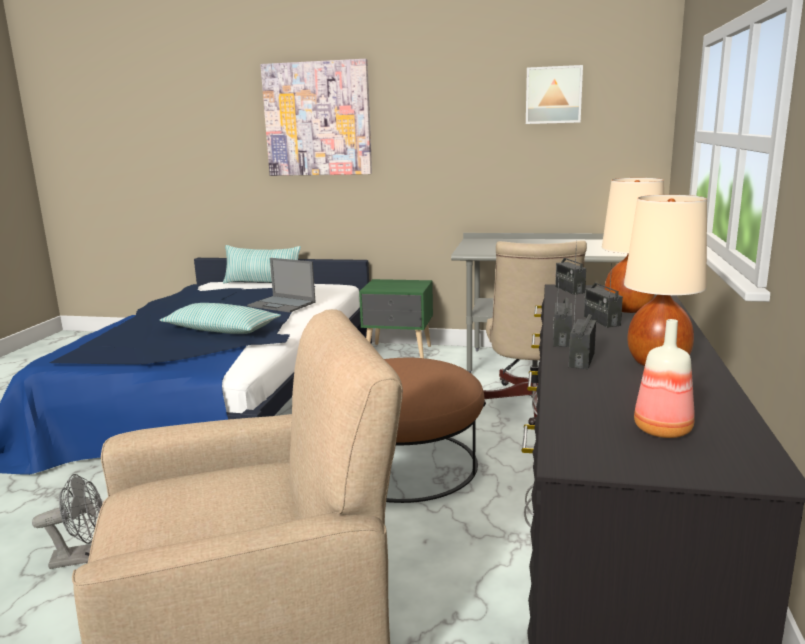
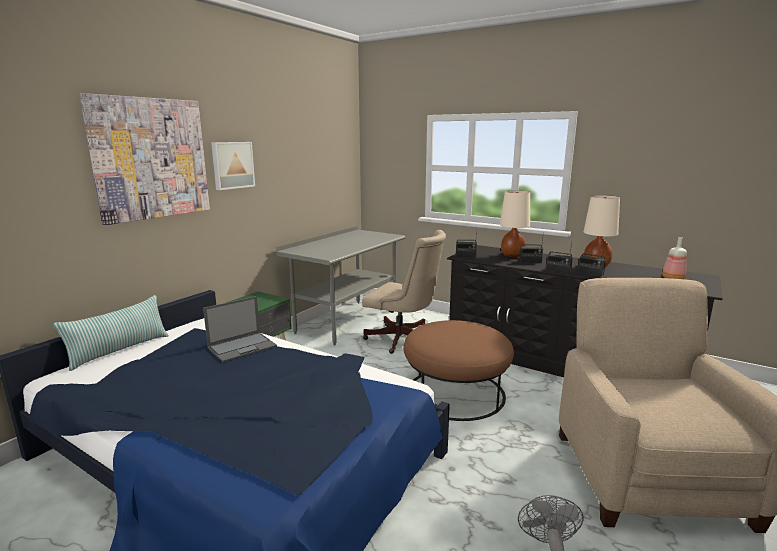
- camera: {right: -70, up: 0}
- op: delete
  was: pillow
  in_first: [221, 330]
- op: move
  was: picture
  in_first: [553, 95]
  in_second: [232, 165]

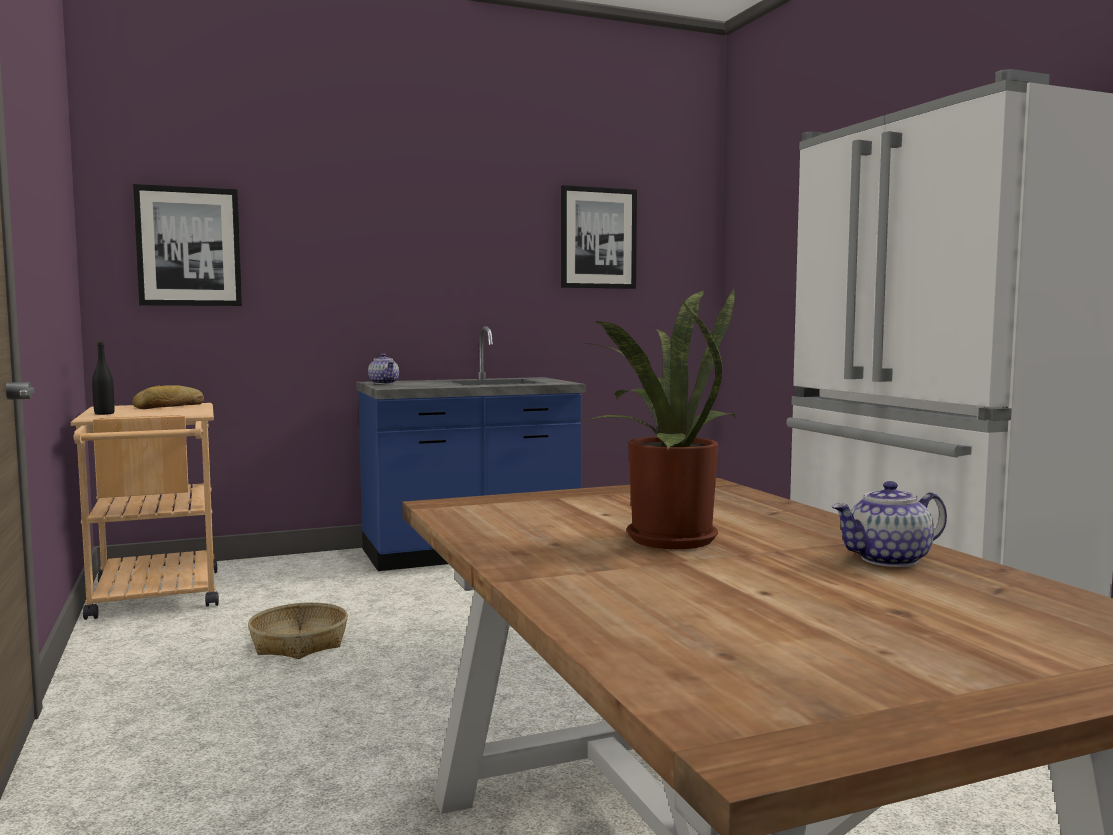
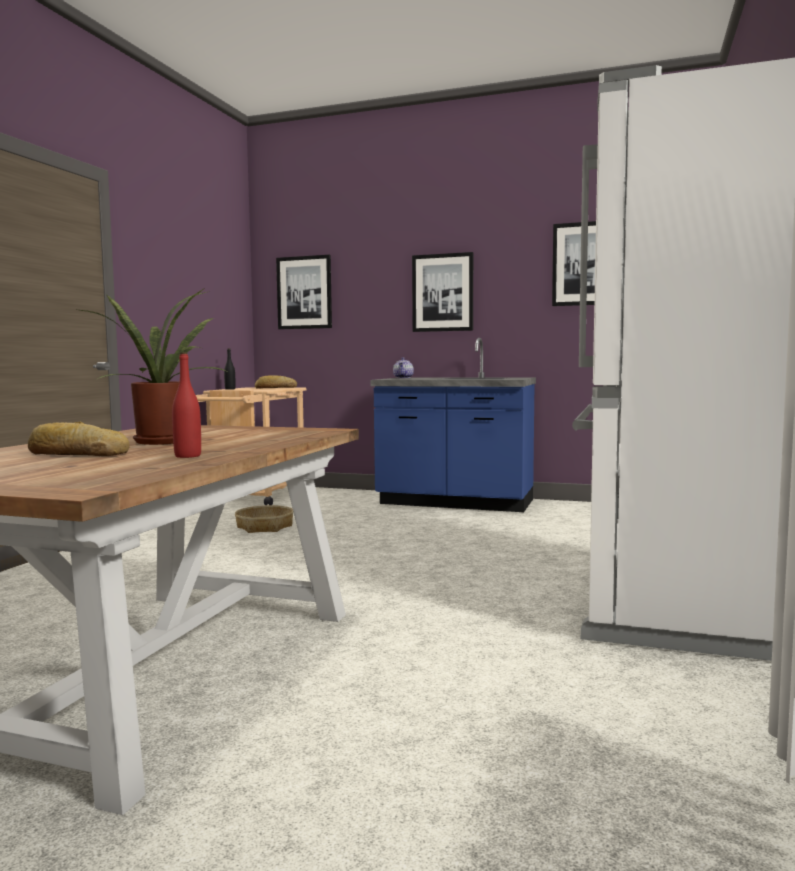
- camera: {right: 40, up: 0}
- op: replace
  was: teapot
  now: red bottle
  in_first: [888, 560]
  in_second: [188, 456]
- op: insert
  now: bread
  in_second: [77, 454]
- op: insert
  now: picture
  in_second: [442, 292]

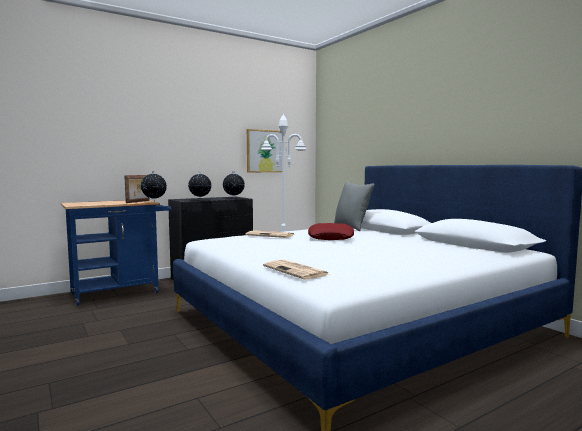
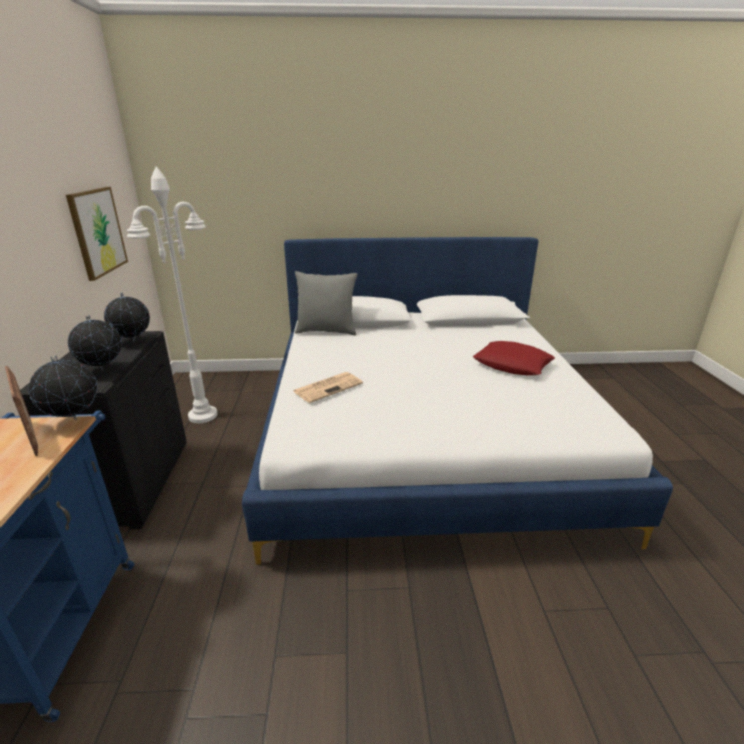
- camera: {right: -60, up: 20}
- op: delete
  was: newspaper
  in_first: [296, 270]
- op: move
  was: red pillow
  in_first: [331, 237]
  in_second: [512, 364]

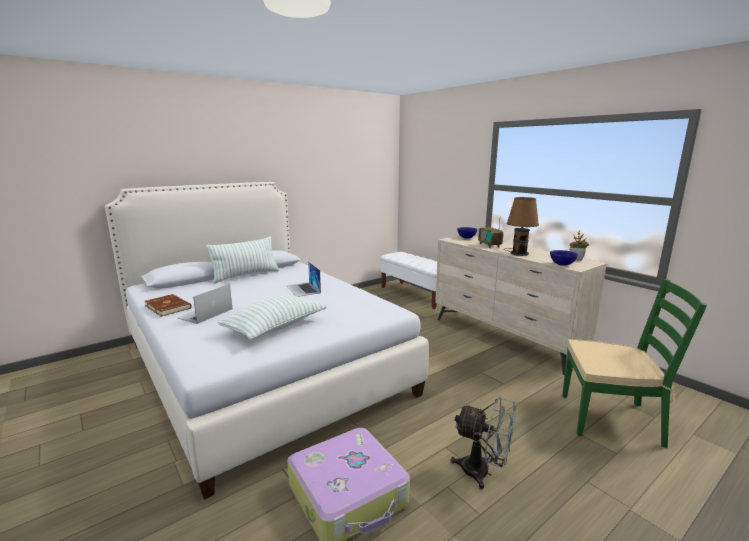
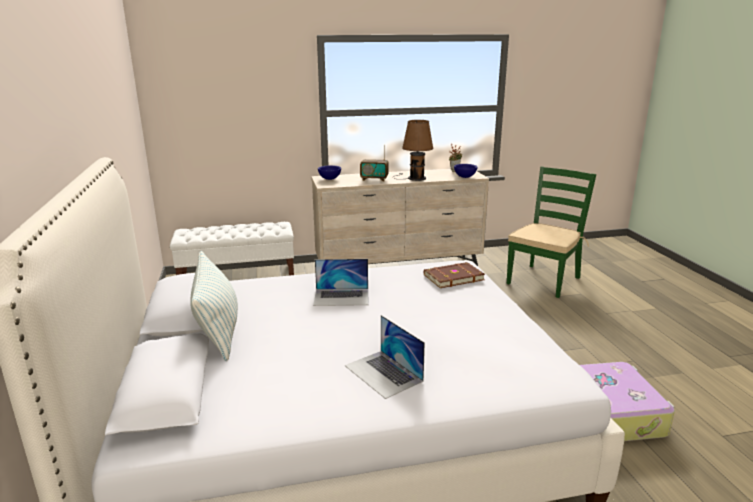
- camera: {right: -65, up: 5}
- op: move
  was: brown book
  in_first: [168, 307]
  in_second: [452, 277]
- op: delete
  was: pillow
  in_first: [275, 327]
- op: delete
  was: grey fan
  in_first: [483, 472]

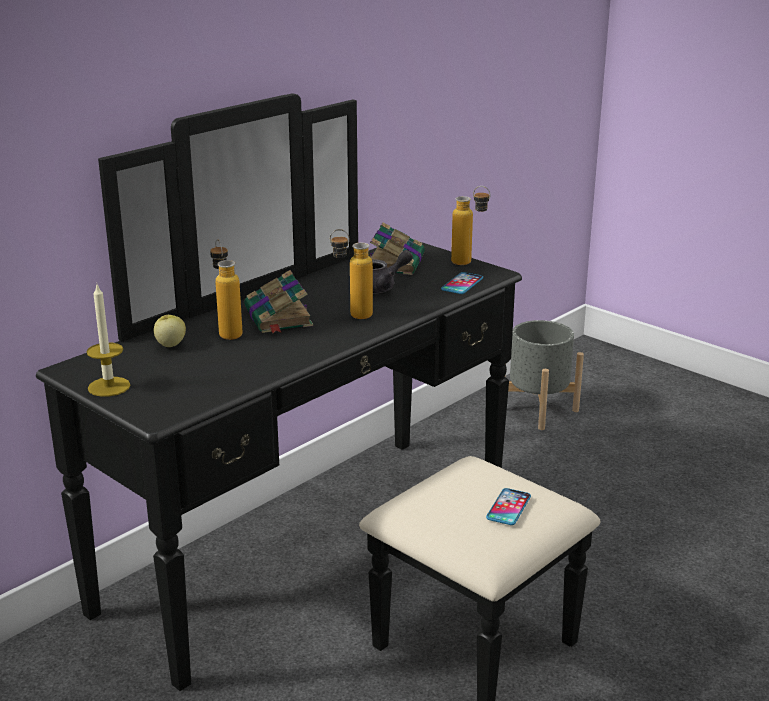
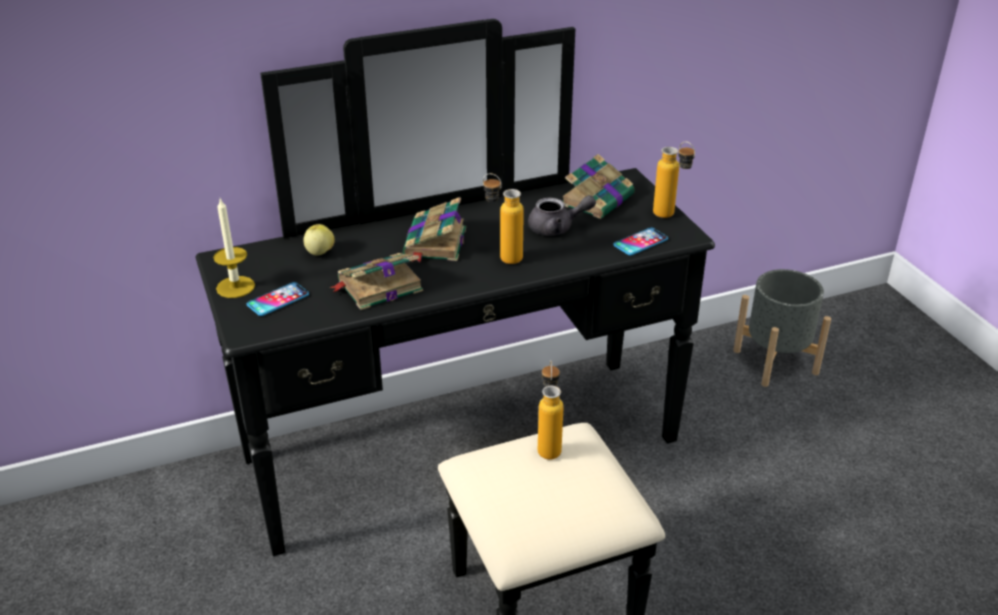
- camera: {right: 25, up: 10}
- op: move
  was: bottle
  in_first: [227, 332]
  in_second: [548, 445]
- op: move
  was: phone
  in_first: [508, 507]
  in_second: [278, 300]
- op: insert
  now: book
  in_second: [378, 287]

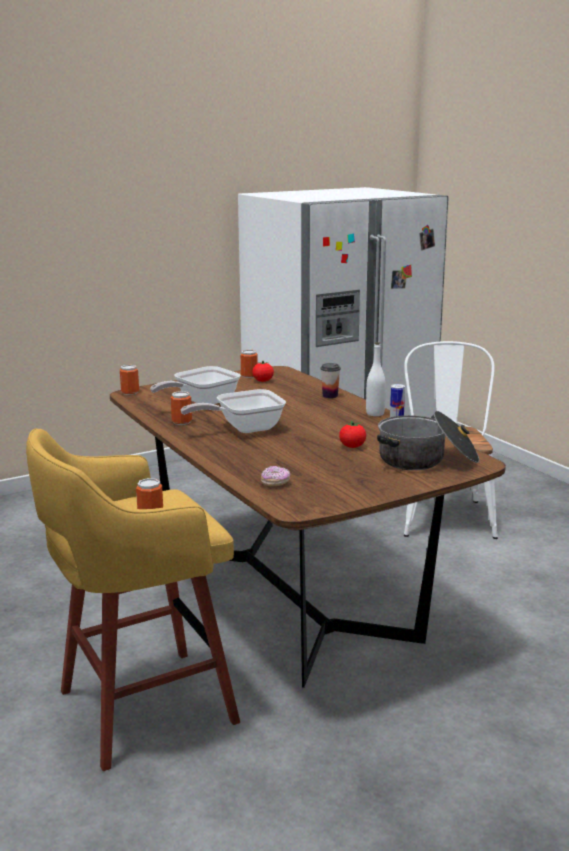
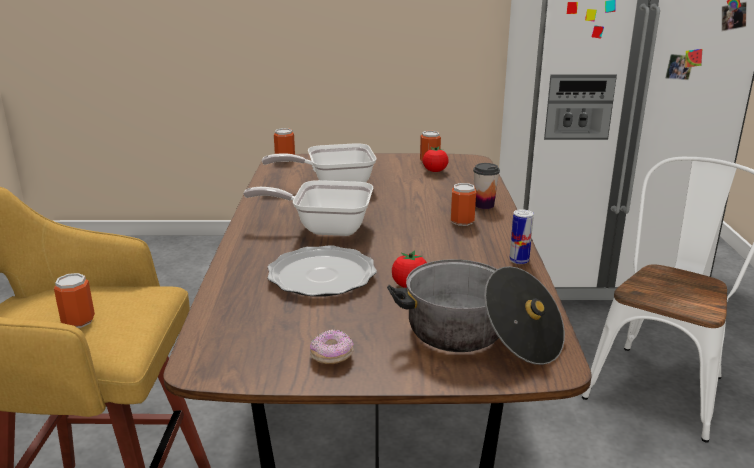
- camera: {right: 30, up: 5}
- op: move
  was: can
  in_first: [181, 422]
  in_second: [462, 221]
- op: move
  was: donut
  in_first: [275, 483]
  in_second: [332, 356]
- op: delete
  was: white bottle
  in_first: [375, 413]
- op: insert
  now: plate
  in_second: [322, 275]

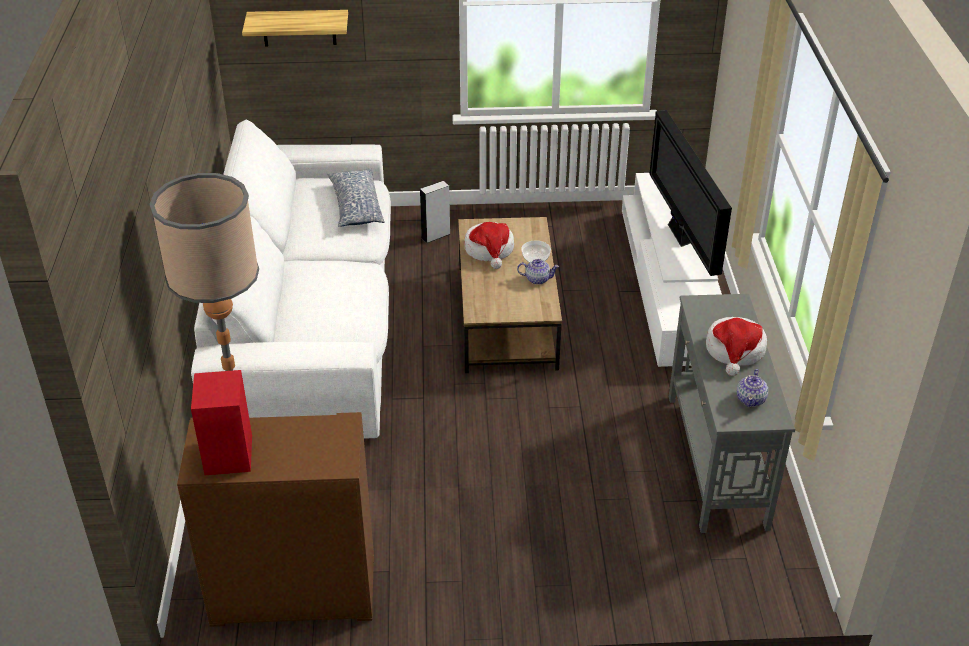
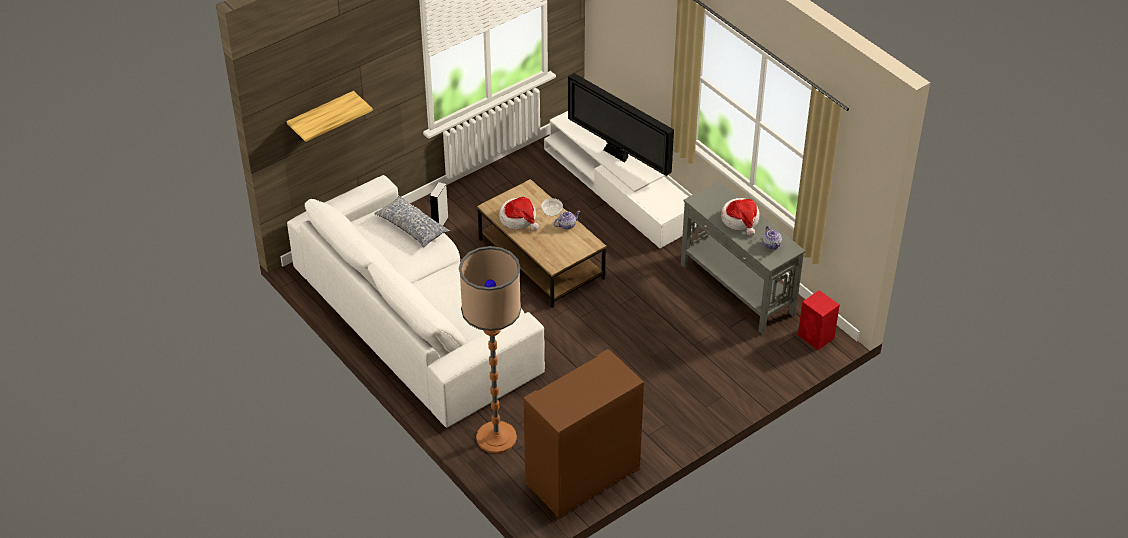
- camera: {right: -35, up: 5}
- op: move
  was: red speaker
  in_first: [228, 456]
  in_second: [816, 337]

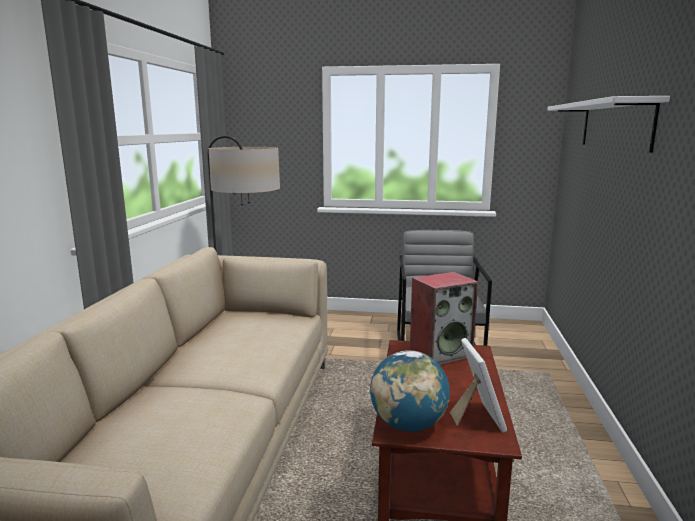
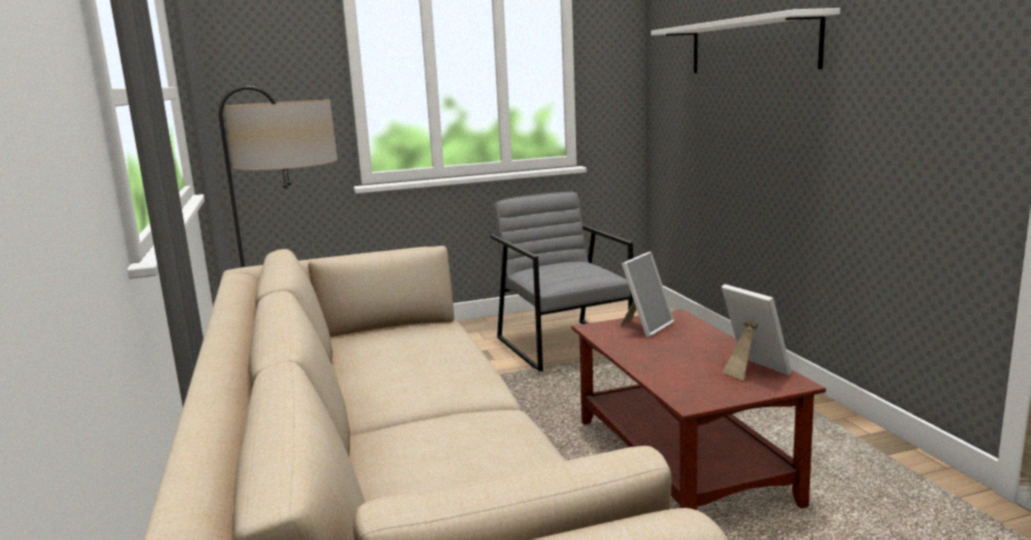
- camera: {right: -25, up: 0}
- op: delete
  was: globe
  in_first: [408, 425]
- op: replace
  was: speaker
  now: picture frame
  in_first: [441, 354]
  in_second: [645, 327]

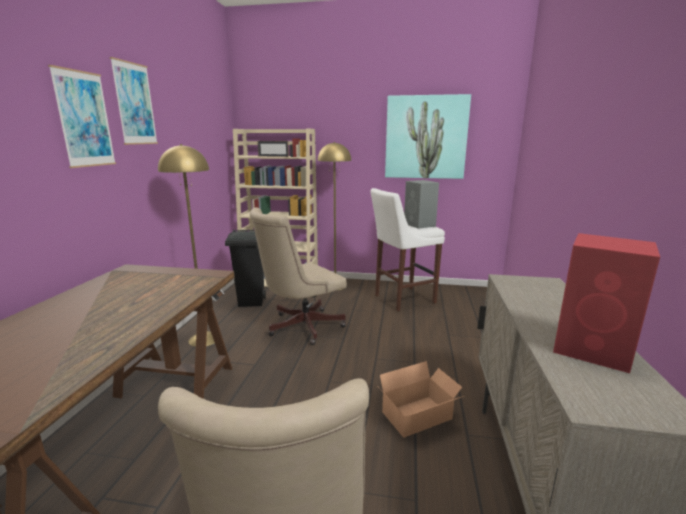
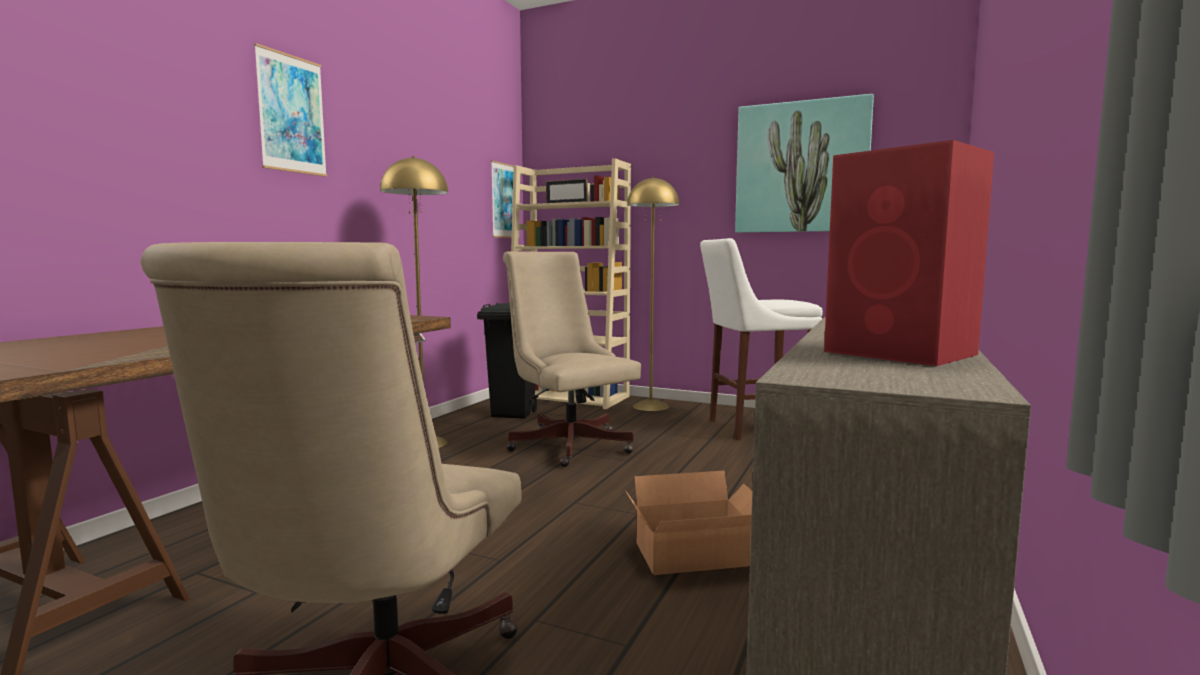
- camera: {right: 15, up: -10}
- op: move
  was: picture
  in_first: [135, 104]
  in_second: [505, 201]
- op: rotate
  was: beige office chair
  in_first: [300, 327]
  in_second: [567, 444]
  clockwise: 75
- op: delete
  was: grey speaker
  in_first: [420, 225]

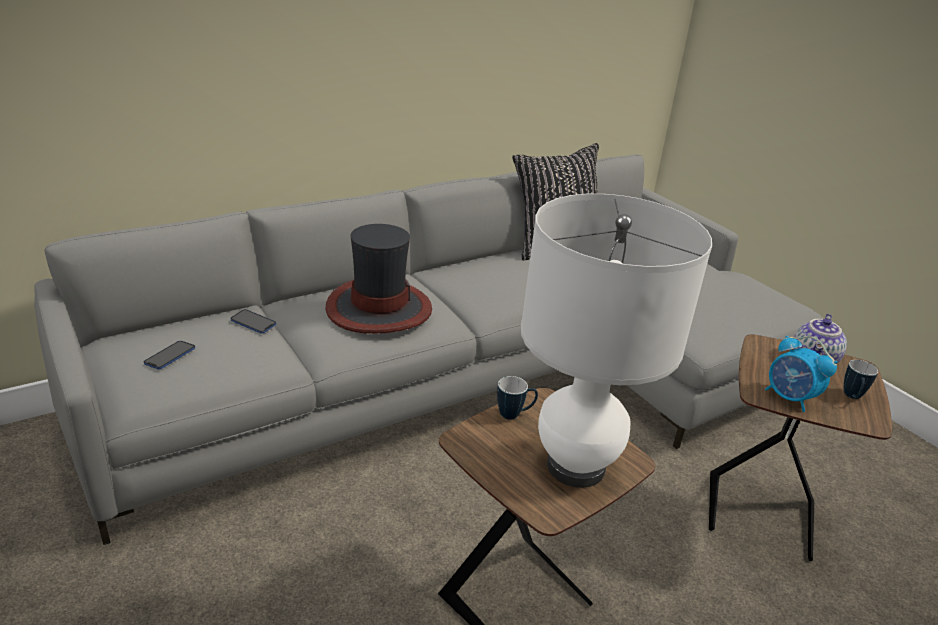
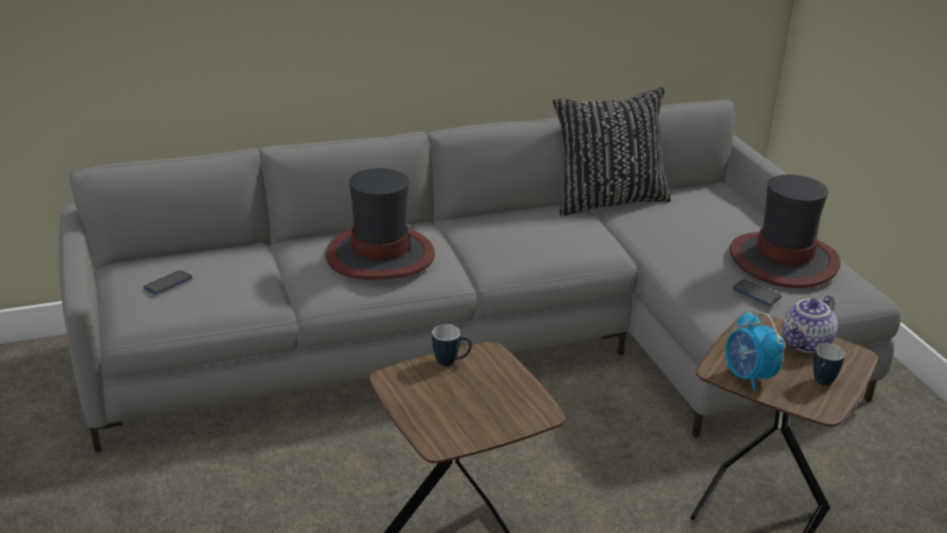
- camera: {right: 15, up: 0}
- op: move
  was: phone
  in_first: [253, 322]
  in_second: [756, 294]
- op: delete
  was: white table lamp
  in_first: [575, 467]
- op: insert
  now: hat
  in_second: [783, 260]

